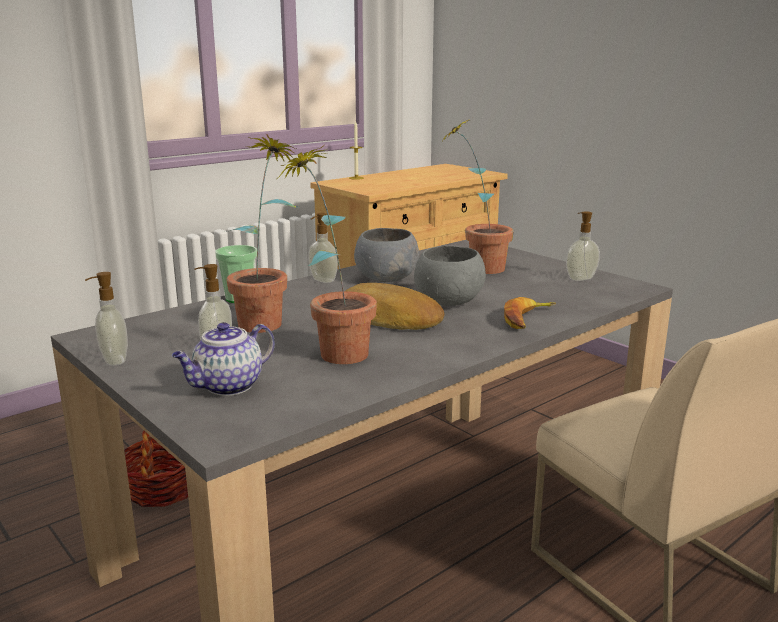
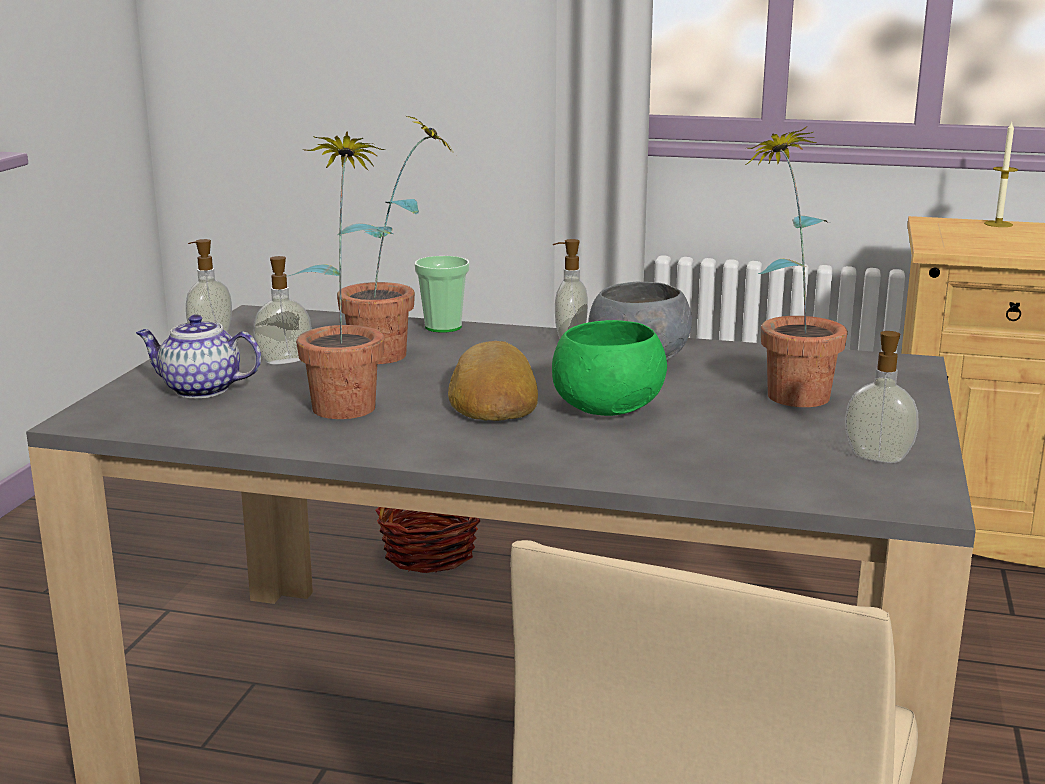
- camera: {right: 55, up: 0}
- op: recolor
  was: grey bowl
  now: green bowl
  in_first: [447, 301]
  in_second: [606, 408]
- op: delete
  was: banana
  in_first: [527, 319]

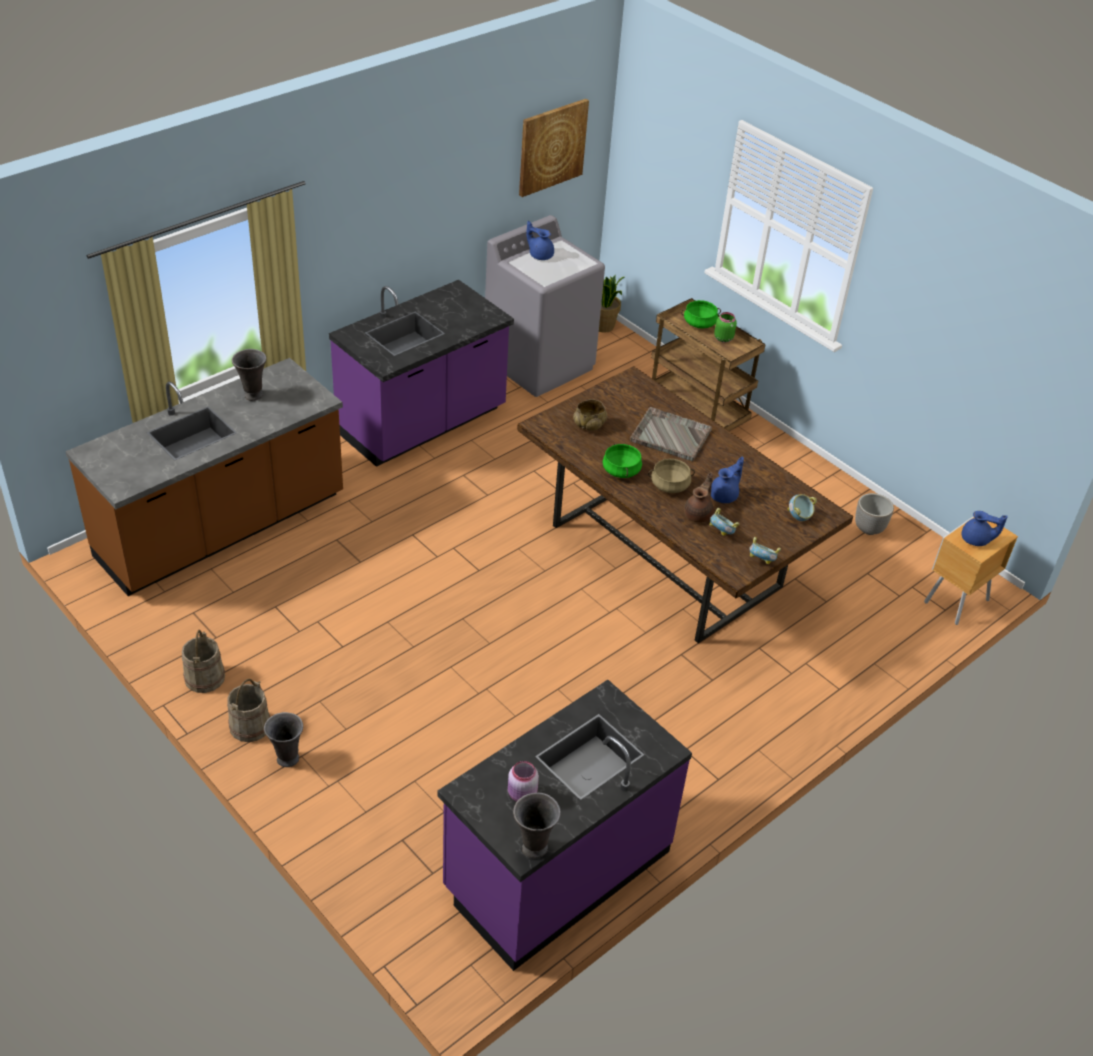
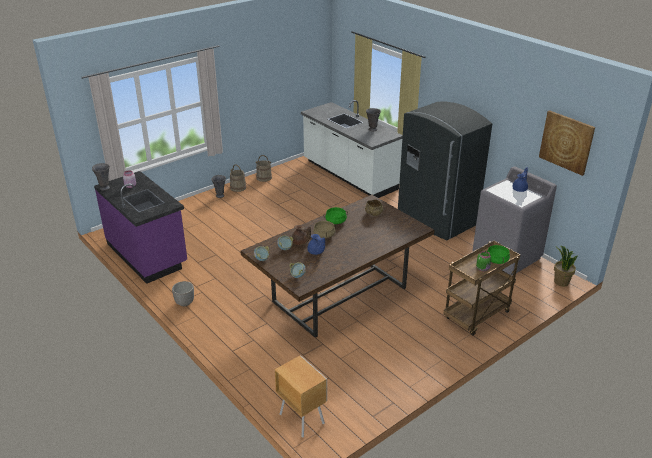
- camera: {right: 95, up: -10}
- op: recolor
  was: brown counter
  now: white counter
  in_first: [222, 528]
  in_second: [349, 175]
- op: replace
  was: purple counter
  now: grey fridge
  in_first: [423, 424]
  in_second: [436, 220]
- op: delete
  was: grey tray
  in_first: [670, 435]
- op: move
  was: planter
  in_first: [868, 528]
  in_second: [185, 303]
- op: delete
  was: blue teapot
  in_first: [976, 540]

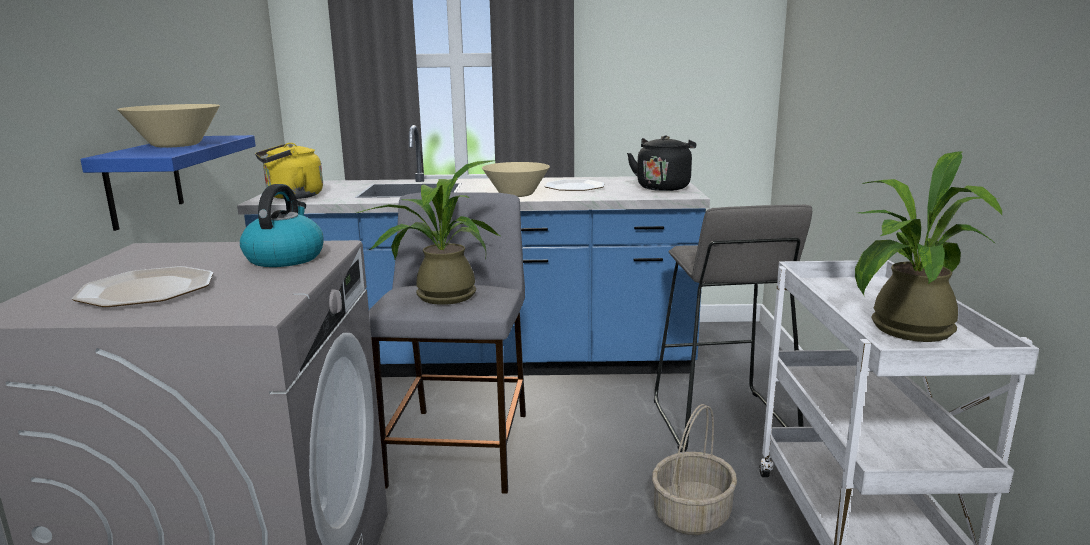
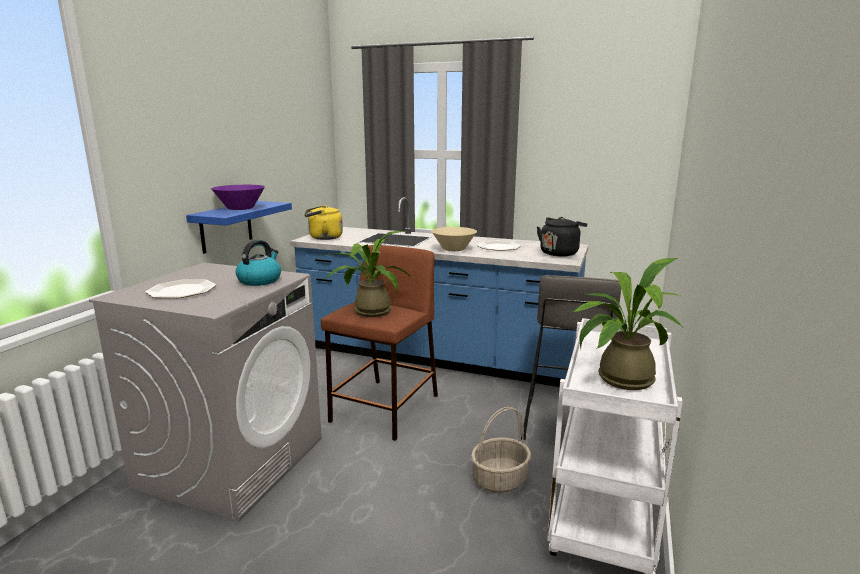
- camera: {right: 20, up: 0}
- op: recolor
  was: beige bowl
  now: purple bowl
  in_first: [176, 145]
  in_second: [240, 208]
- op: recolor
  was: grey stool
  now: brown stool
  in_first: [460, 449]
  in_second: [385, 409]

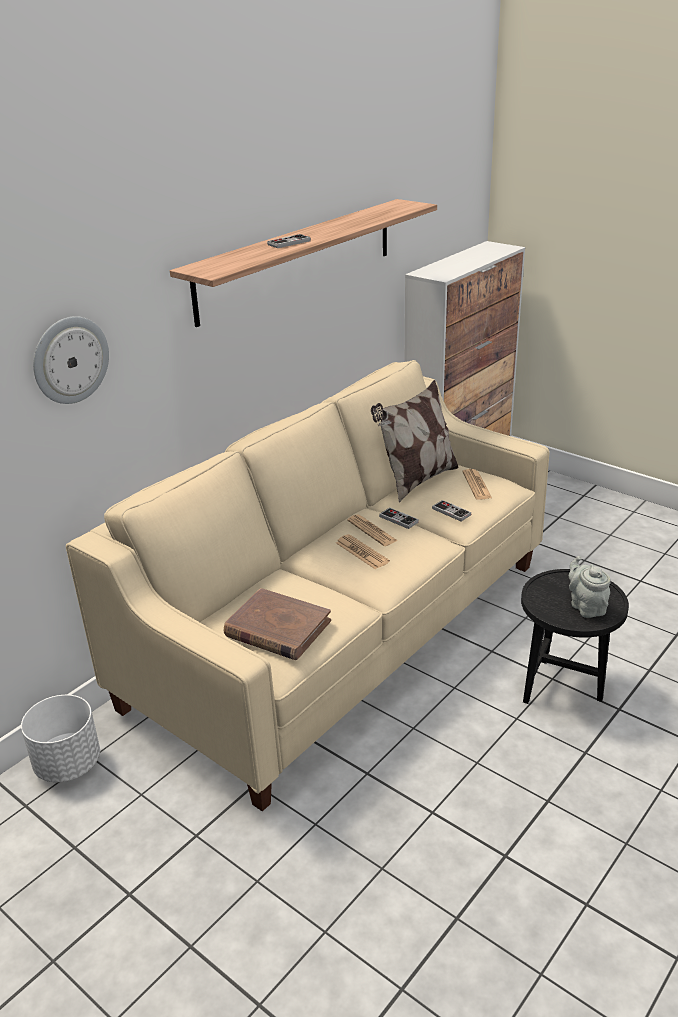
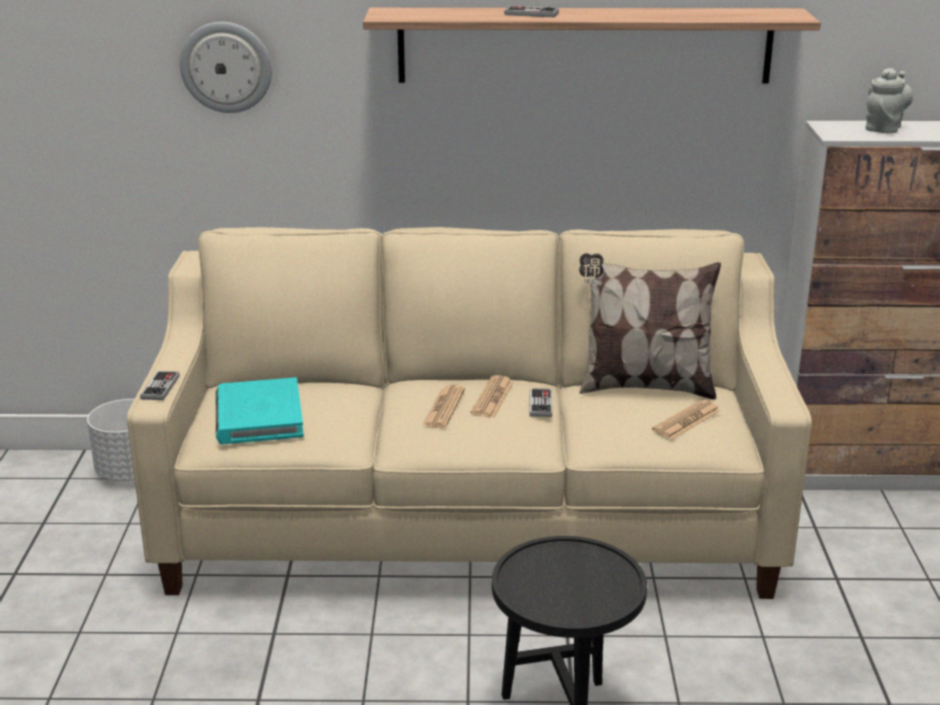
- camera: {right: 50, up: -5}
- op: recolor
  was: brown book
  now: turquoise book
  in_first: [277, 628]
  in_second: [258, 416]
- op: move
  was: game controller
  in_first: [451, 512]
  in_second: [160, 387]
- op: move
  was: grey teapot
  in_first: [586, 606]
  in_second: [884, 128]

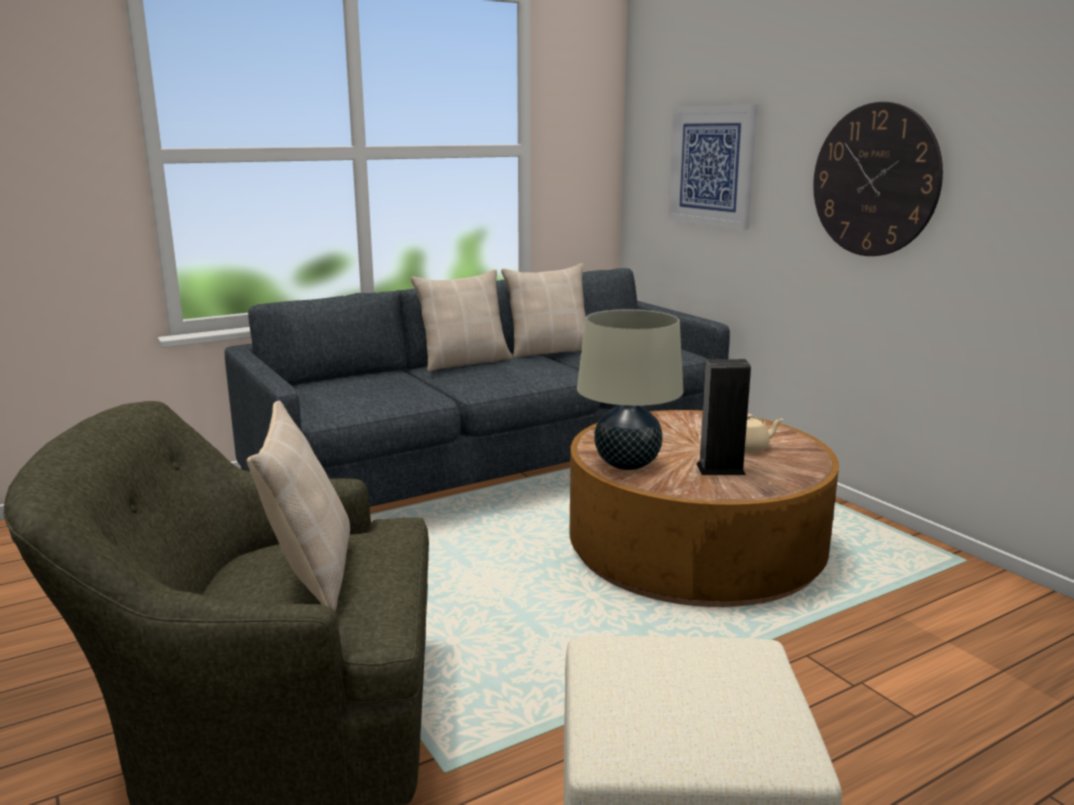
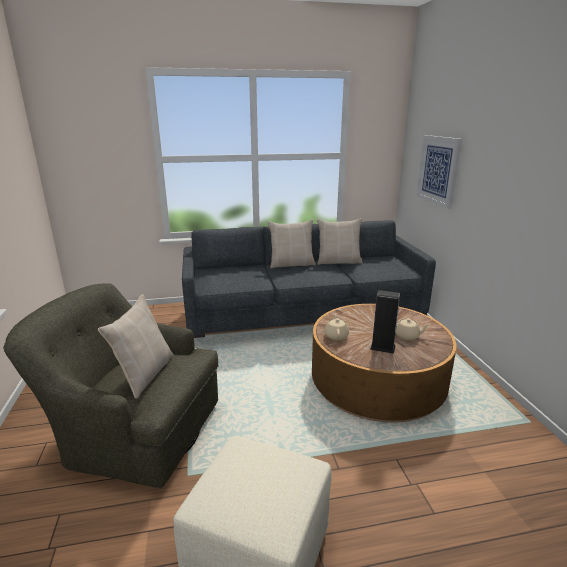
- camera: {right: 20, up: 5}
- op: replace
  was: beige table lamp
  now: beige teapot
  in_first: [627, 464]
  in_second: [336, 335]
- op: delete
  was: wall clock
  in_first: [875, 180]

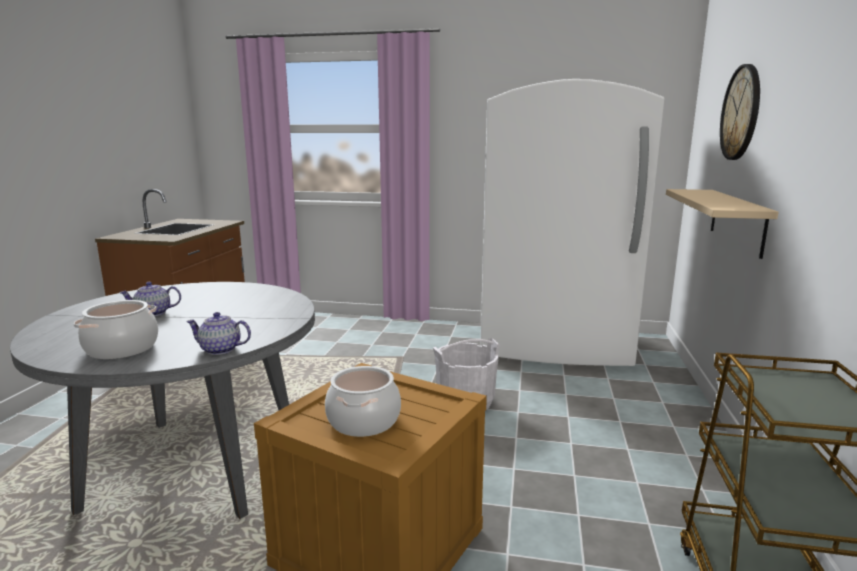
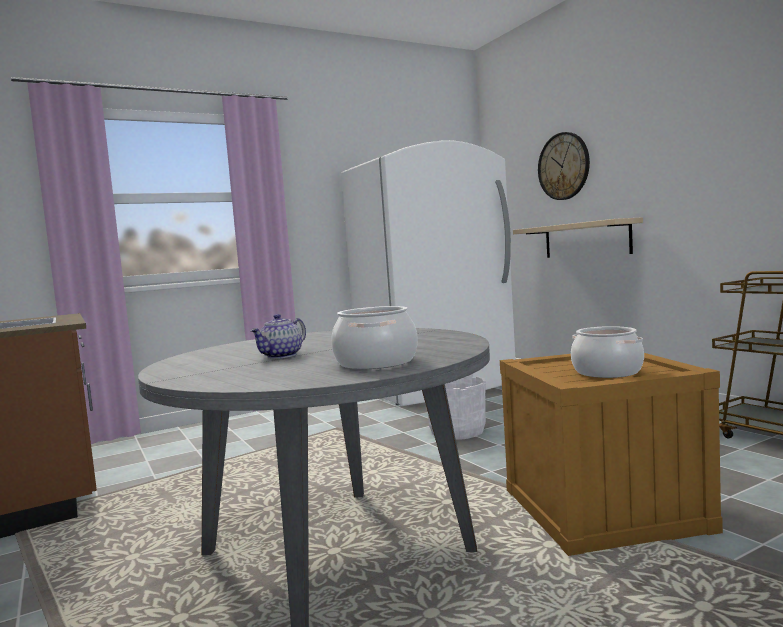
- camera: {right: -40, up: -10}
- op: delete
  was: teapot
  in_first: [220, 350]

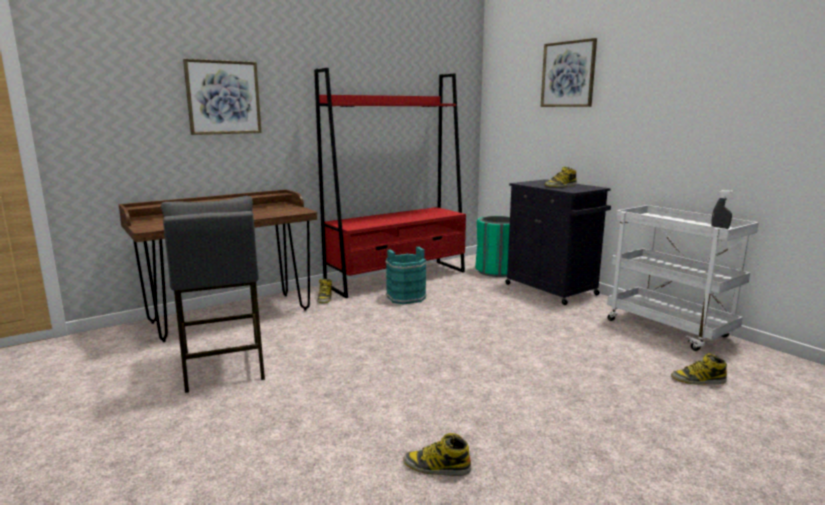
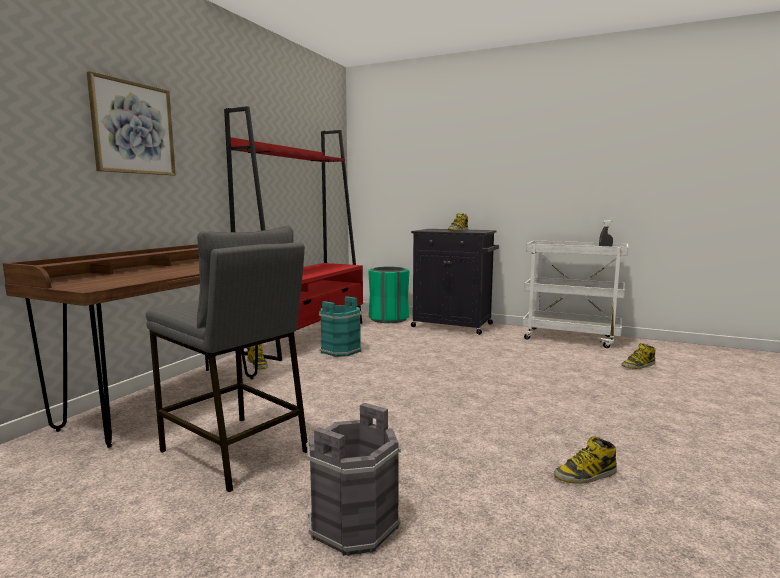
- camera: {right: -30, up: -5}
- op: delete
  was: picture
  in_first: [568, 74]
- op: insert
  now: grey bucket
  in_second: [353, 524]

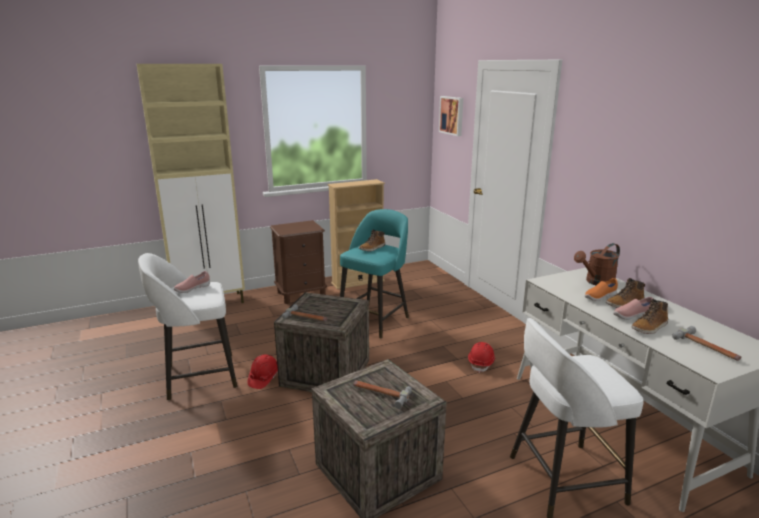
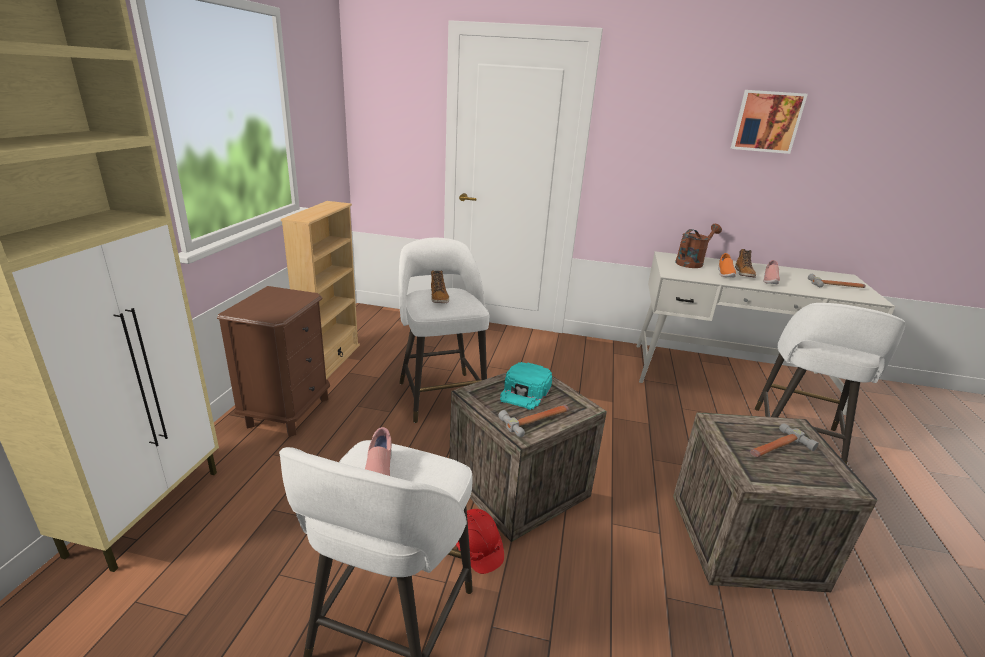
- camera: {right: -55, up: 5}
- op: recolor
  was: turquoise stool
  now: white stool
  in_first: [375, 320]
  in_second: [441, 394]
- op: move
  was: picture
  in_first: [452, 115]
  in_second: [766, 121]
- op: delete
  was: red hard hat
  in_first: [481, 363]
- op: rotate
  was: brown watering can
  in_first: [596, 282]
  in_second: [692, 262]
  clockwise: -135
- op: delete
  was: boot
  in_first: [649, 327]
- op: insert
  now: turquoise cap
  in_second: [525, 391]

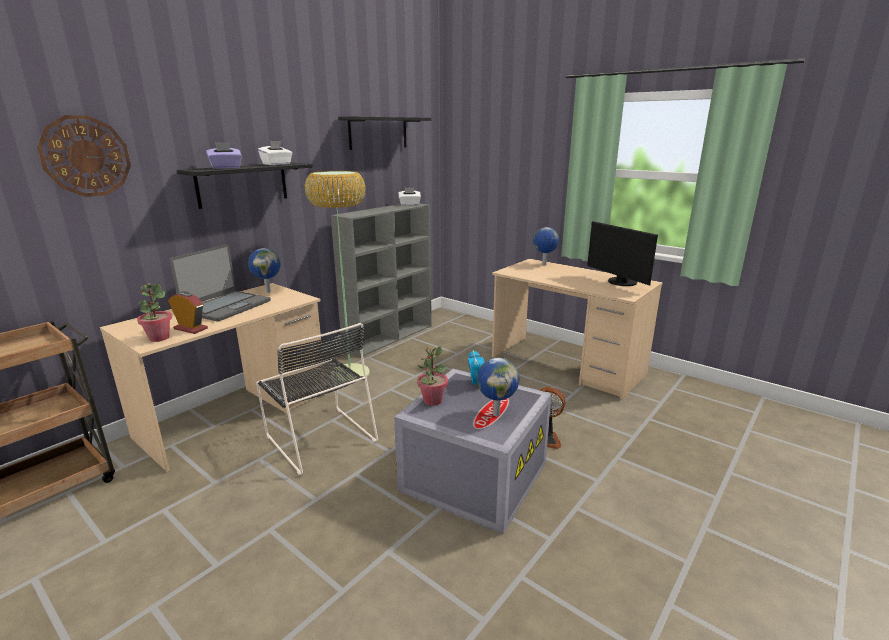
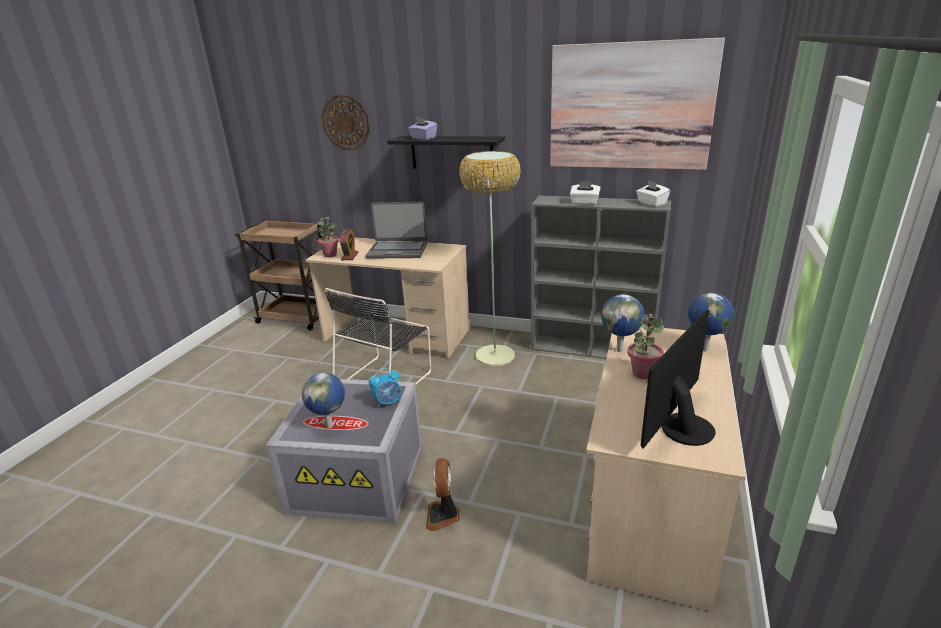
- camera: {right: 70, up: 5}
- op: move
  was: globe
  in_first: [268, 291]
  in_second: [620, 350]
- op: move
  was: white tissue box
  in_first: [277, 164]
  in_second: [584, 203]
- op: replace
  was: black shelf
  now: picture
  in_first: [378, 133]
  in_second: [630, 107]
- op: move
  was: potted plant
  in_first: [432, 400]
  in_second: [642, 373]

